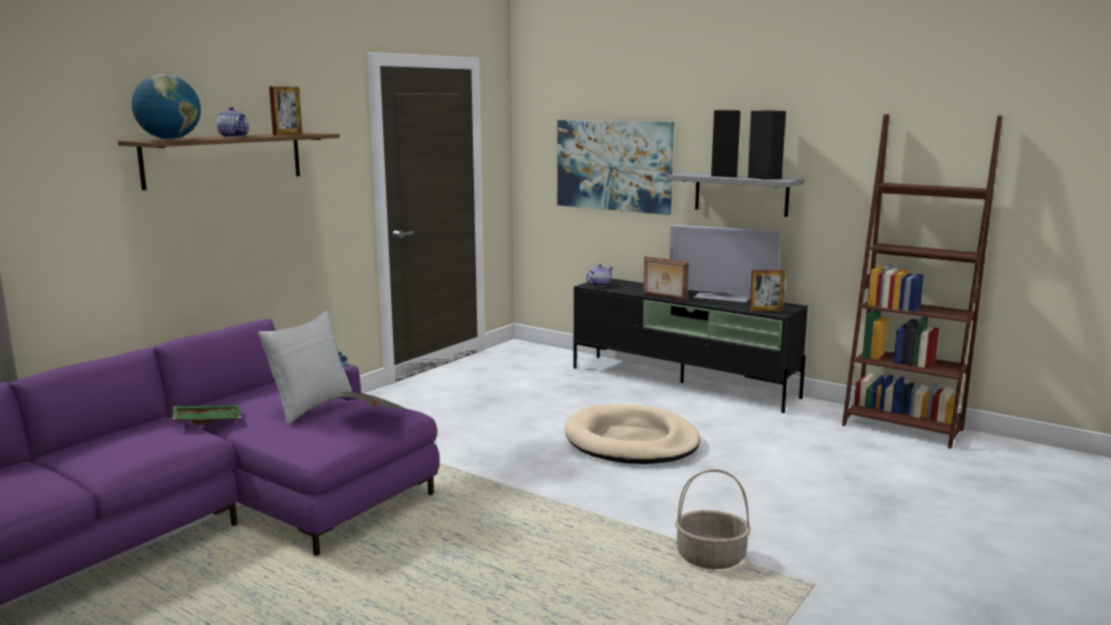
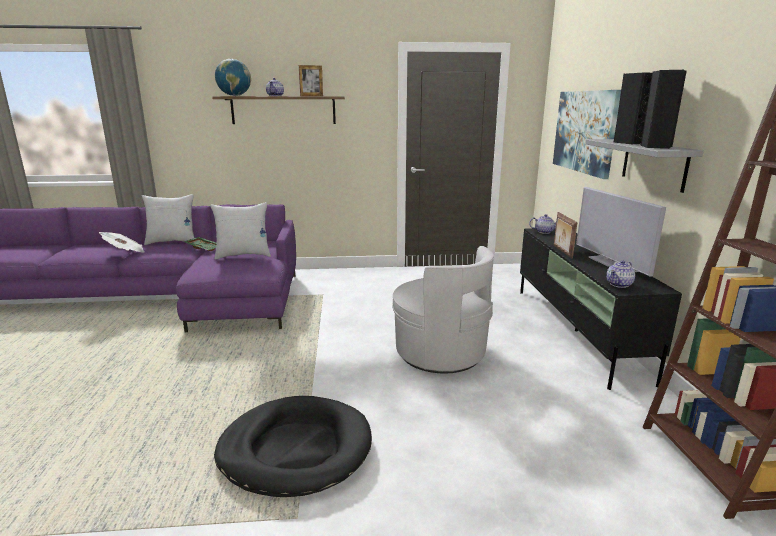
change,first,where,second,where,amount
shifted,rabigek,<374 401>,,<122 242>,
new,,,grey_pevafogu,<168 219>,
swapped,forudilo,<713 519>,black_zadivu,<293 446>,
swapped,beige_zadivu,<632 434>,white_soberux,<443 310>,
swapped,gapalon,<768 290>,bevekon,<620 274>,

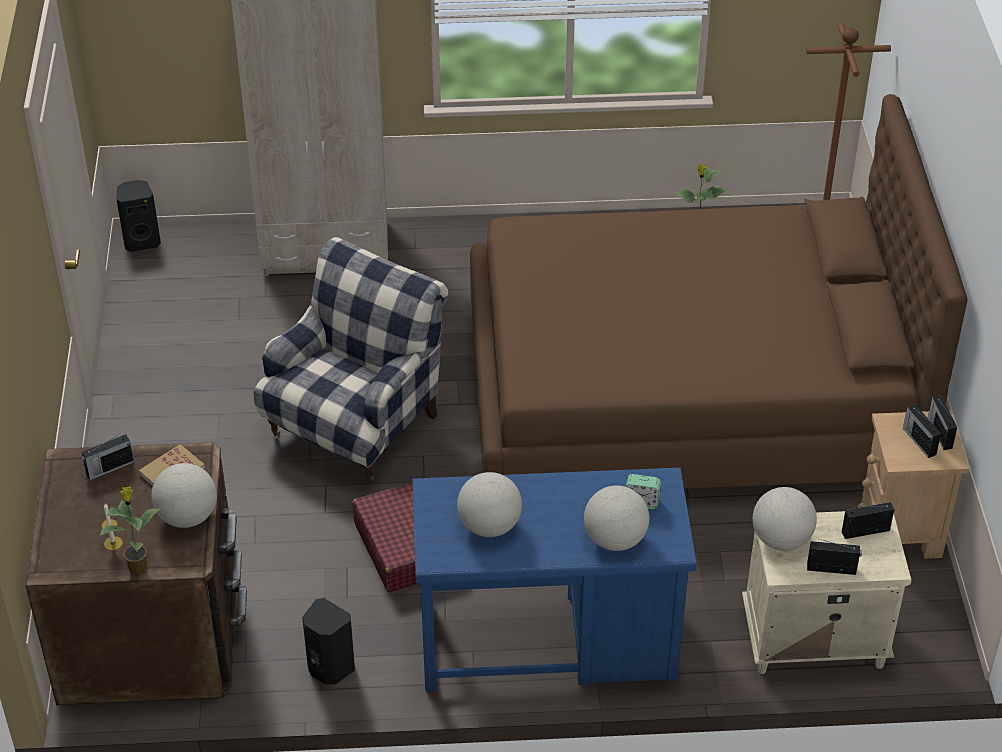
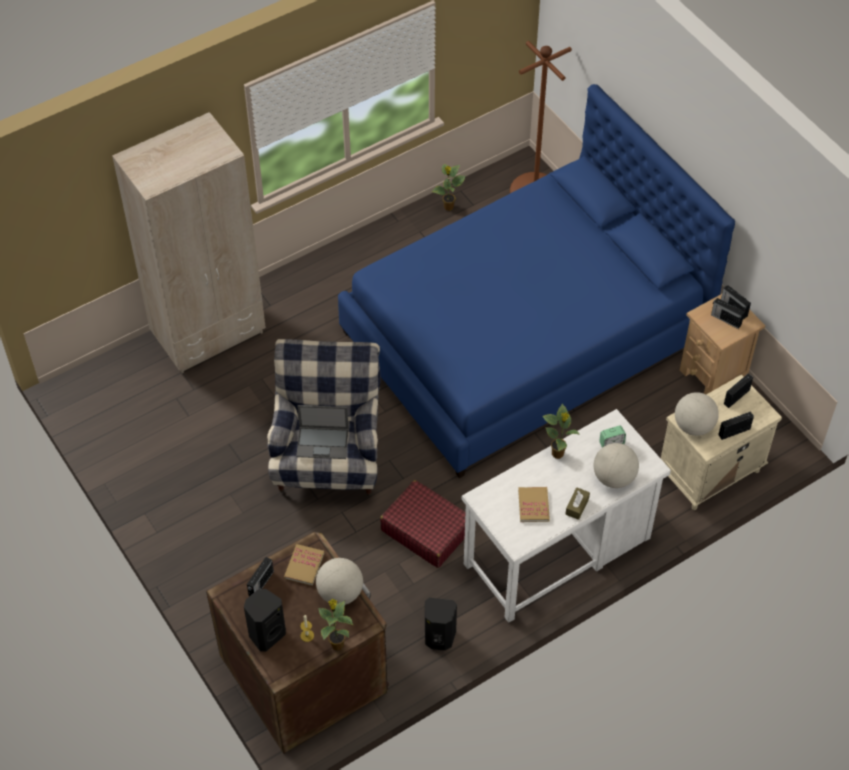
change,first,where,second,where,amount
shifted,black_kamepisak,<139 216>,,<265 620>,
new,,,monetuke,<322 432>,
repainted,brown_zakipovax,<719 291>,blue_zakipovax,<536 281>,
repainted,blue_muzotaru,<554 579>,white_muzotaru,<566 516>,
swapped,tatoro,<489 504>,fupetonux,<534 504>,
new,,,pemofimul,<560 431>,
new,,,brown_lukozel,<577 503>,

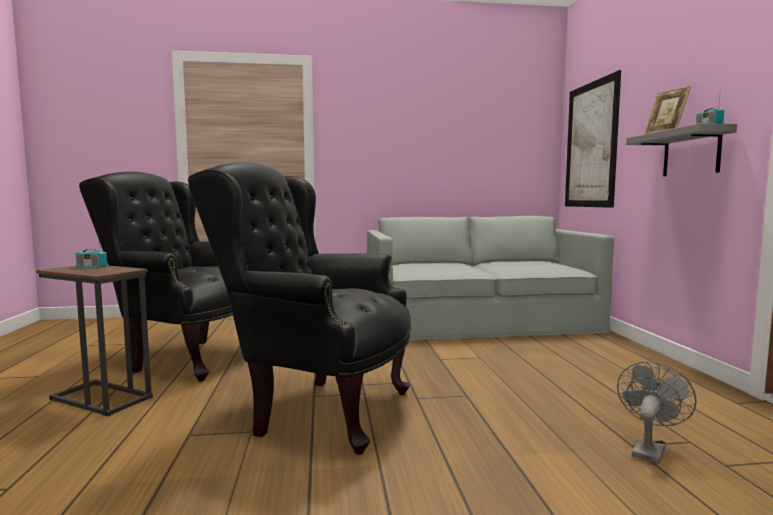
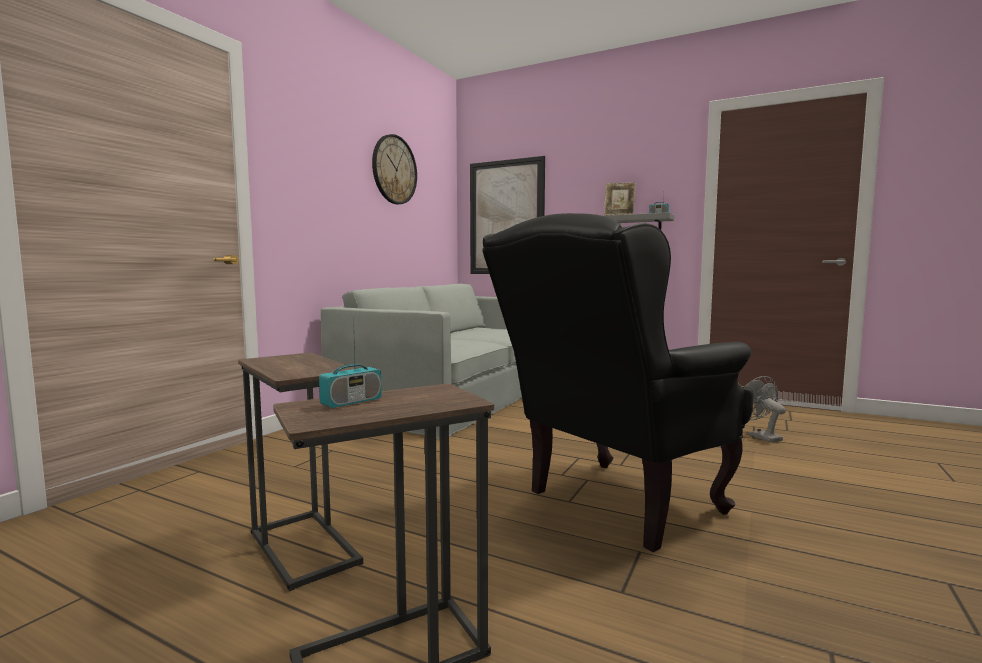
change,first,where,second,where,amount
swapped,black_soberux,<156 277>,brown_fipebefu,<300 472>,
new,,,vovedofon,<394 169>,

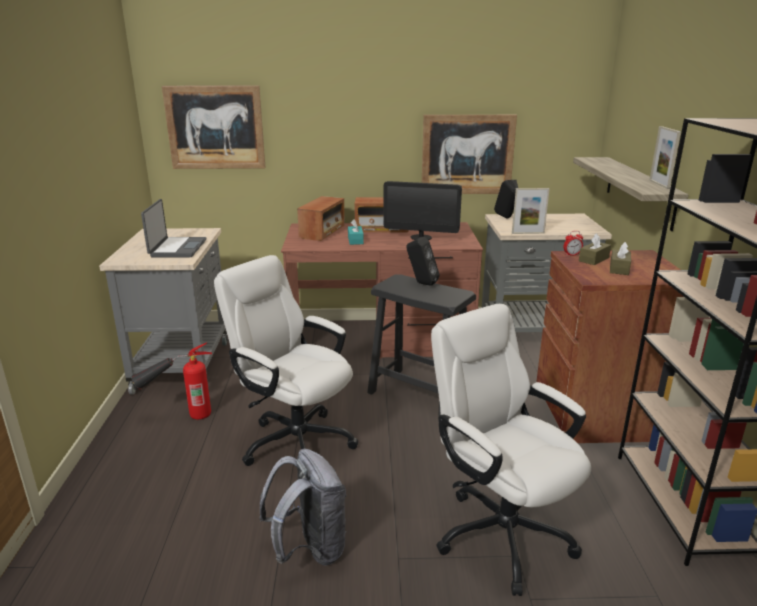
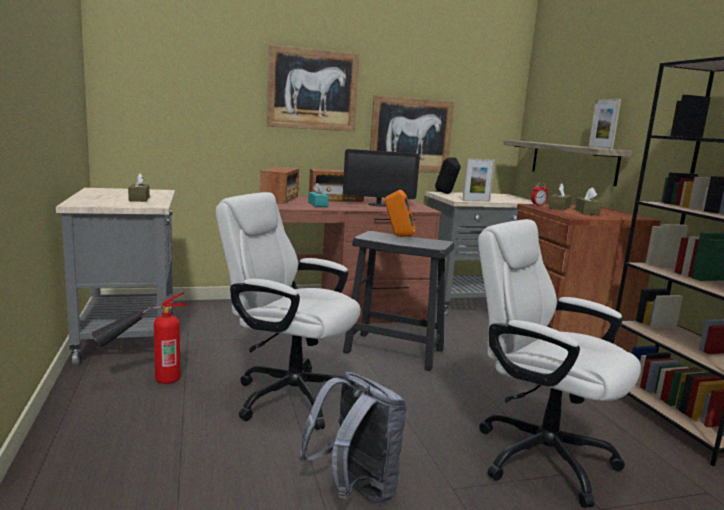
change,first,where,second,where,amount
swapped,monetuke,<173 228>,brown_lukozel,<139 187>,
shifted,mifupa,<214 127>,,<313 88>,
repainted,black_kamepisak,<422 261>,orange_kamepisak,<400 213>,

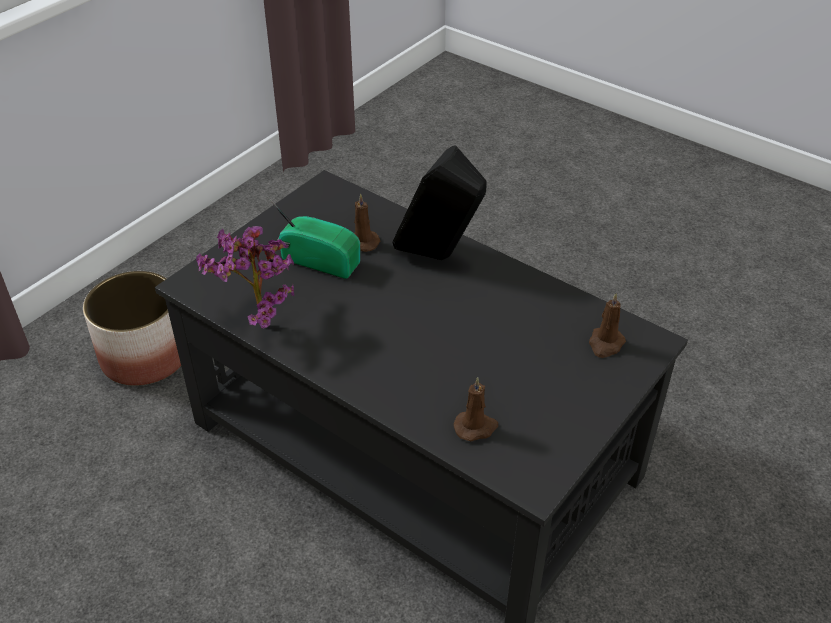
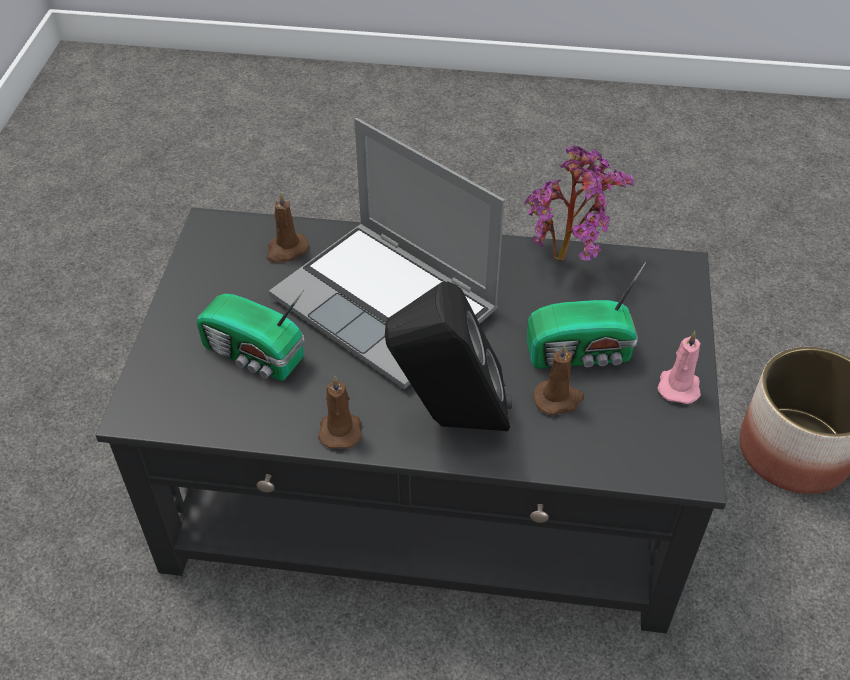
change,first,where,second,where,amount
new,,,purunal,<251 335>,
new,,,monetuke,<387 253>,
shifted,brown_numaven,<607 325>,,<340 412>,
new,,,pink_numaven,<679 367>,

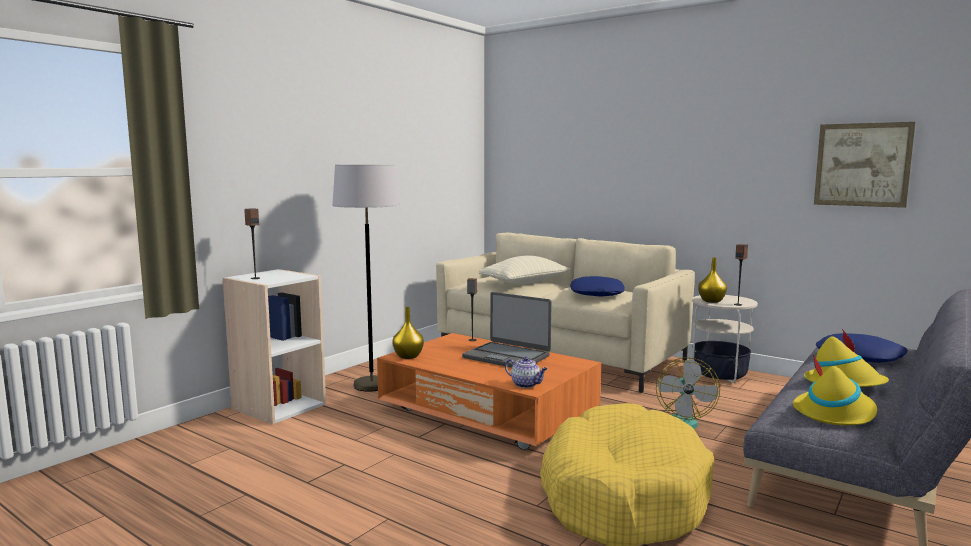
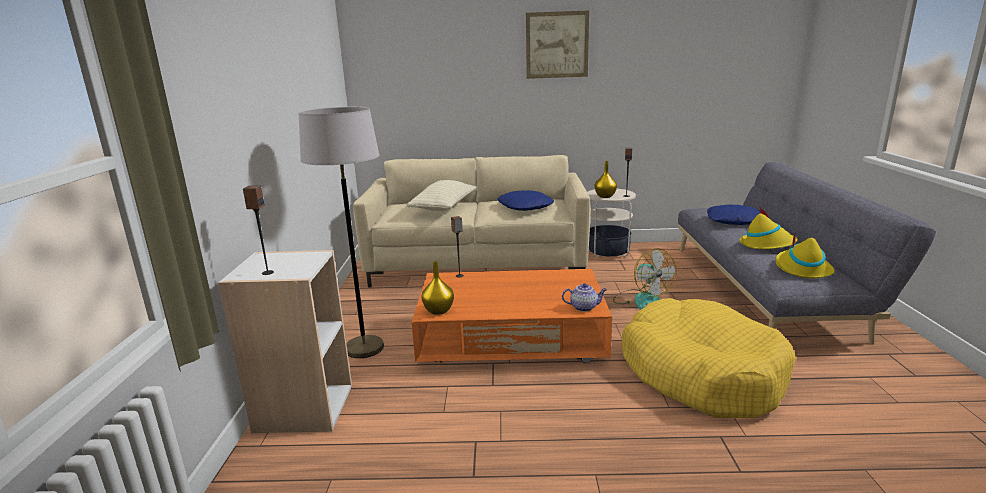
change,first,where,second,where,amount
shifted,mifupa,<865 165>,,<557 44>,
gone,monetuke,<507 330>,,,

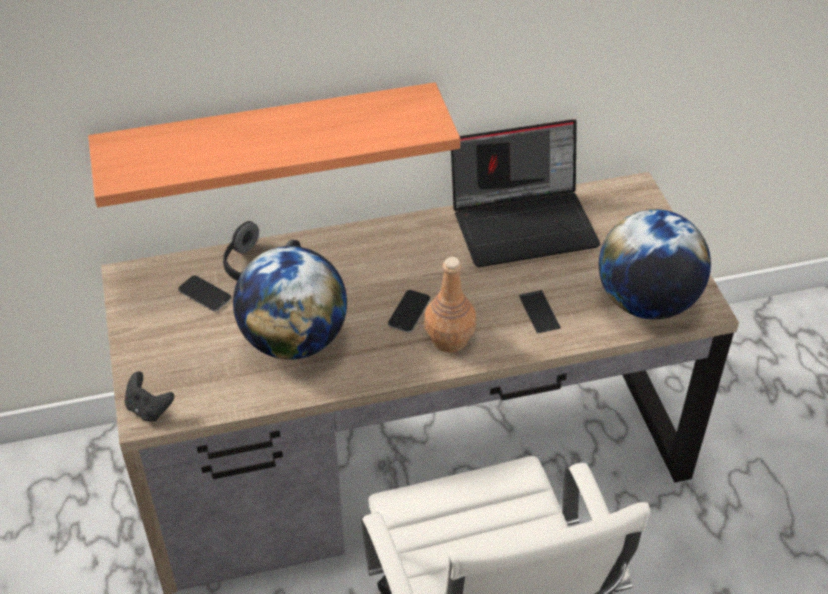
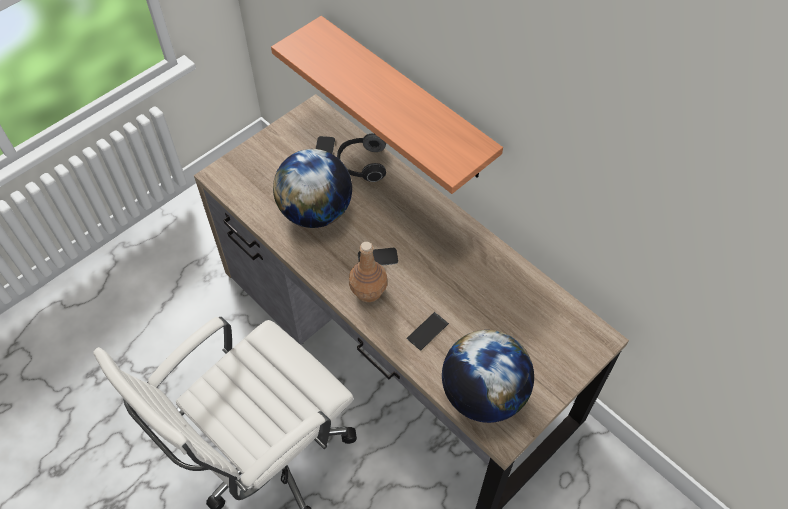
change,first,where,second,where,amount
gone,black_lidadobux,<149 397>,,,
gone,monetuke,<525 193>,,,

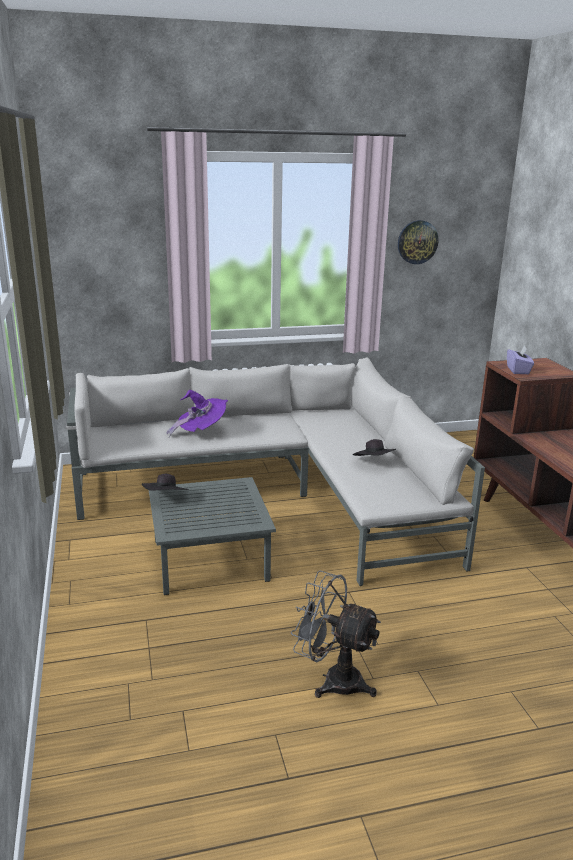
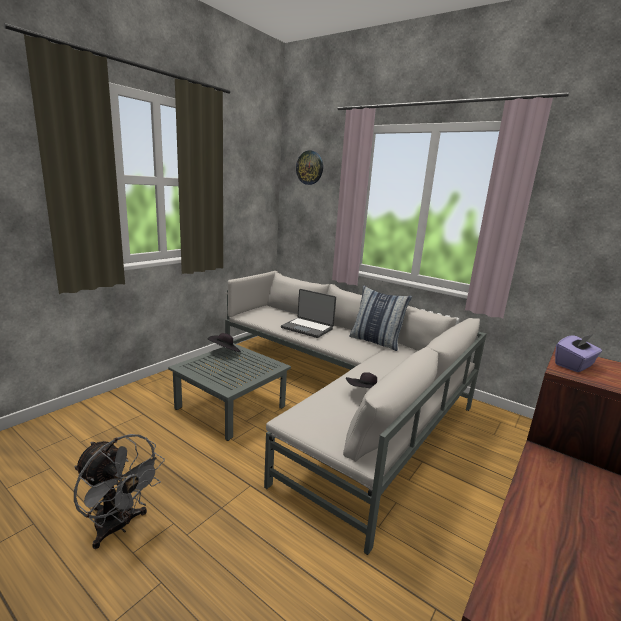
change,first,where,second,where,amount
rotated,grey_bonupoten,<336 634>,,<119 491>,135 degrees clockwise
swapped,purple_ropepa,<197 413>,monetuke,<308 313>,
shifted,vovedofon,<418 242>,,<309 168>,
new,,,pevafogu,<380 318>,

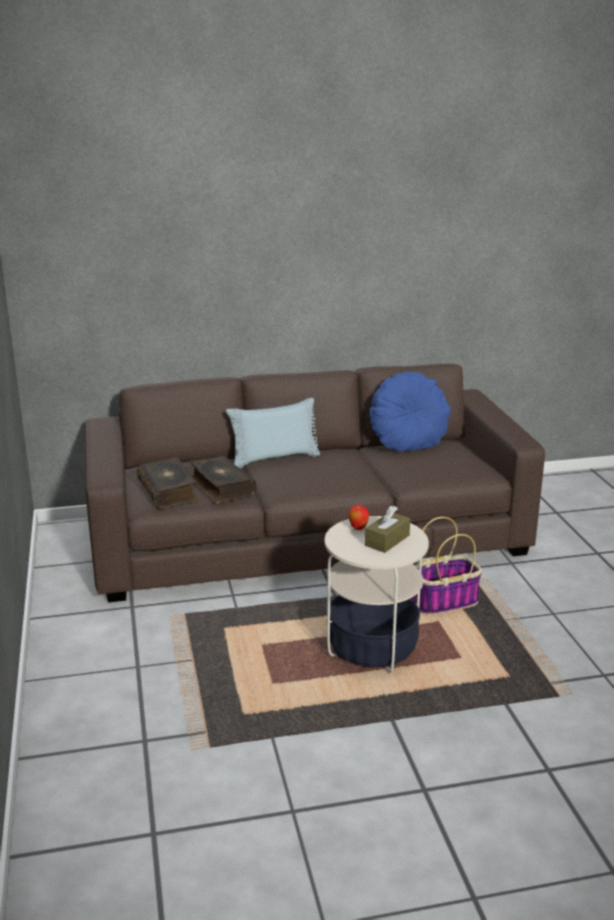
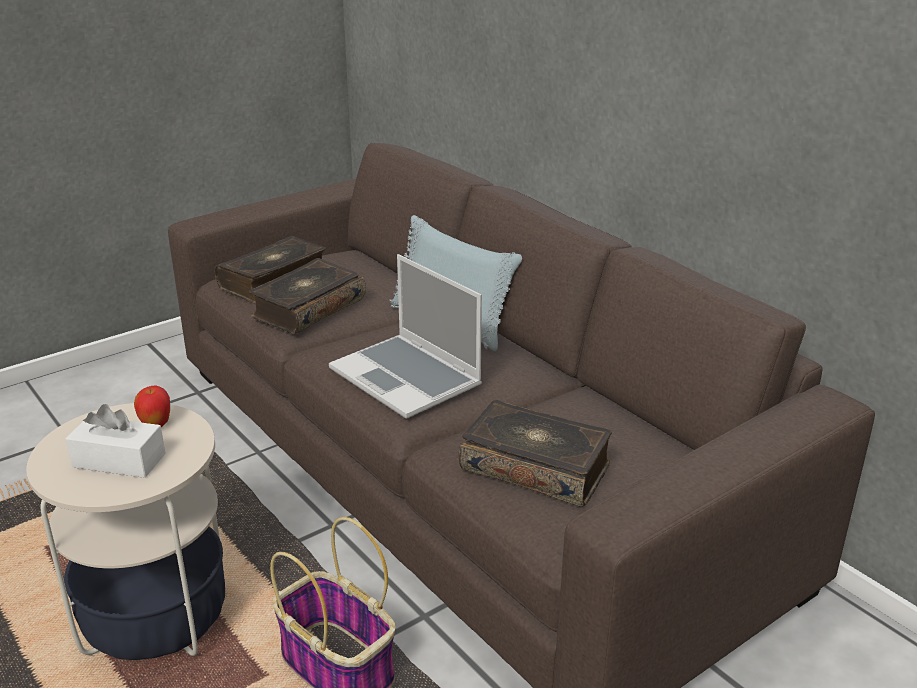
change,first,where,second,where,amount
repainted,brown_lukozel,<387 529>,white_lukozel,<116 441>,
new,,,monetuke,<405 336>,
new,,,fupetonux,<535 453>,
gone,blue_pevafogu,<410 412>,,,

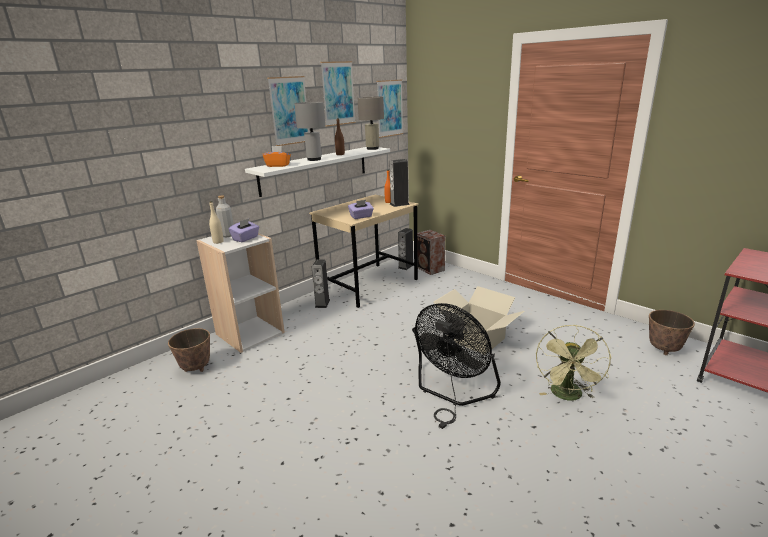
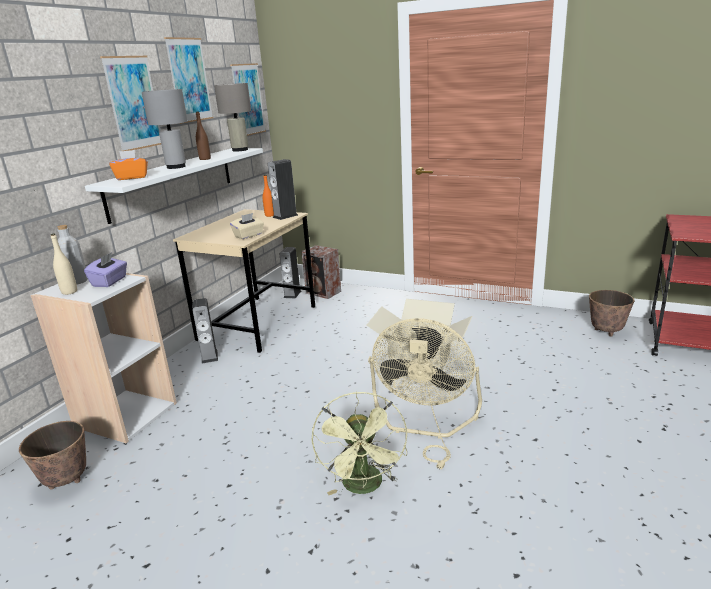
change,first,where,second,where,amount
repainted,purple_lukozel,<361 209>,beige_lukozel,<247 226>,
shifted,green_bonupoten,<574 363>,,<359 443>,
repainted,black_bonupoten,<456 366>,beige_bonupoten,<425 393>,

